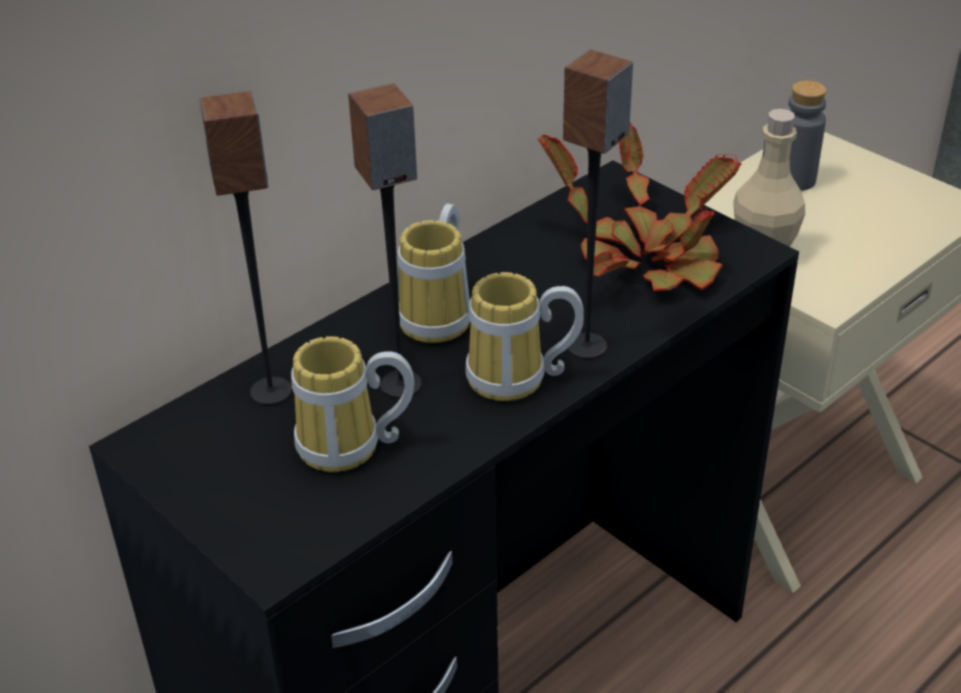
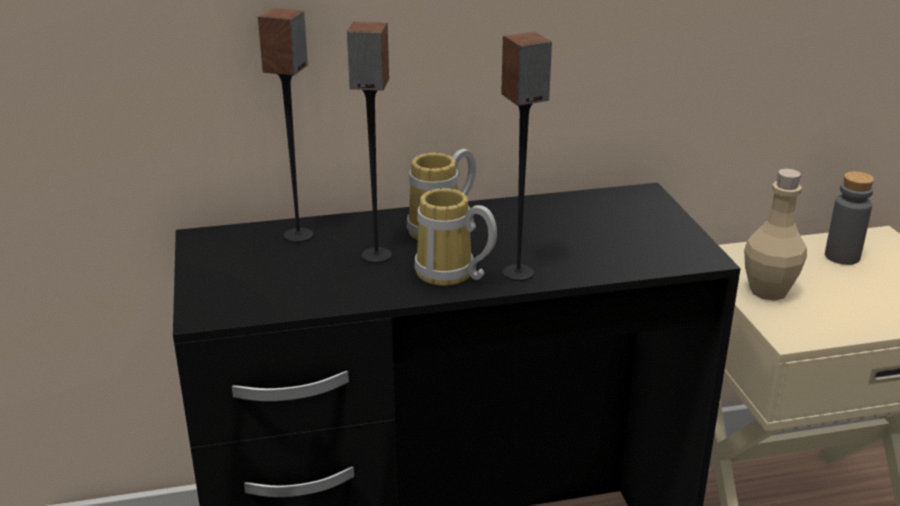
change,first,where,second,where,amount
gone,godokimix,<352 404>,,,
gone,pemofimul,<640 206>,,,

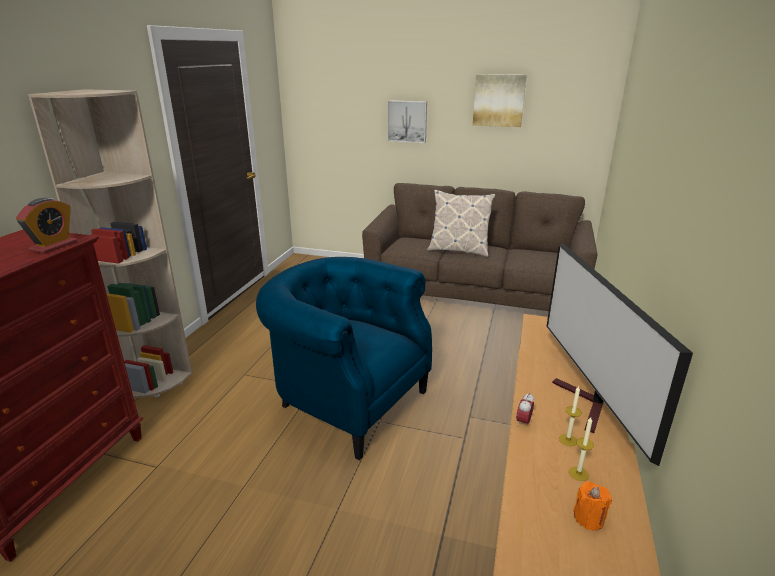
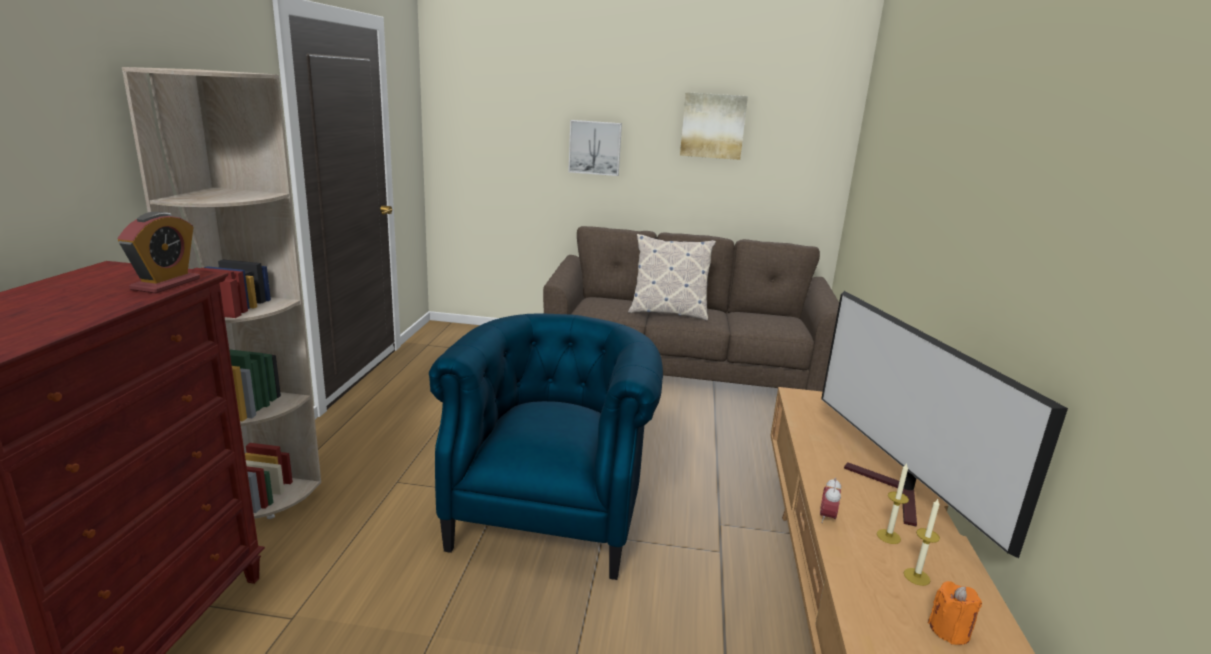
change,first,where,second,where,amount
rotated,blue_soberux,<344 358>,,<546 447>,75 degrees clockwise

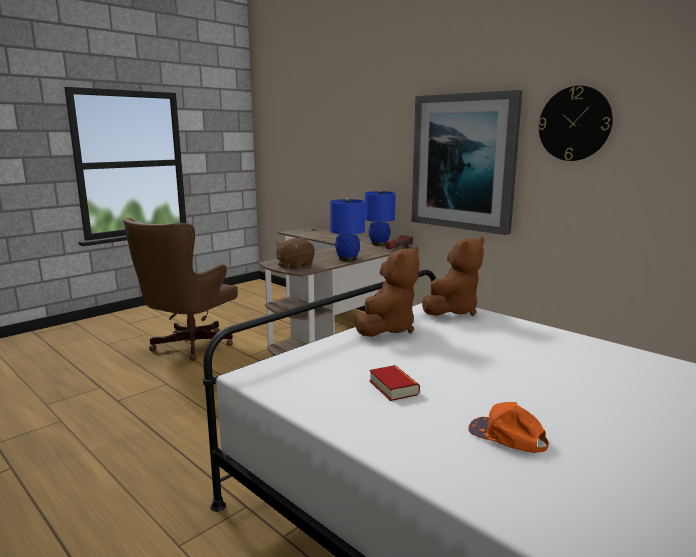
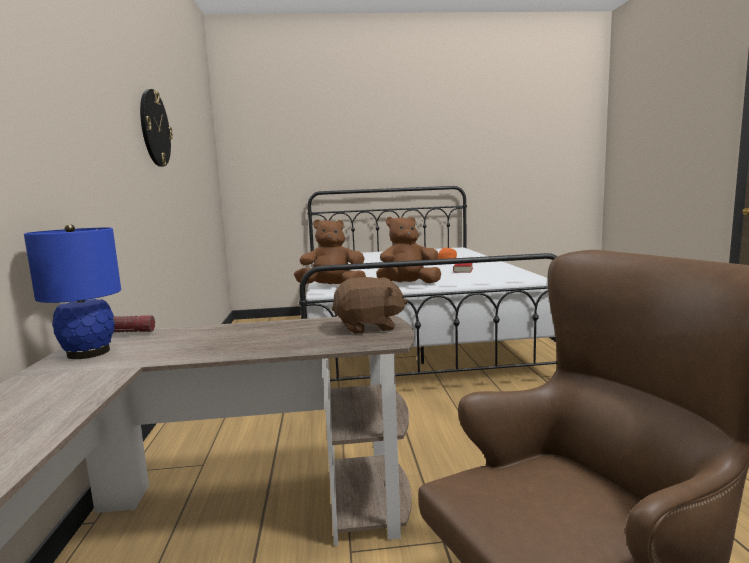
change,first,where,second,where,amount
gone,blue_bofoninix,<347 229>,,,
gone,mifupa,<467 162>,,,

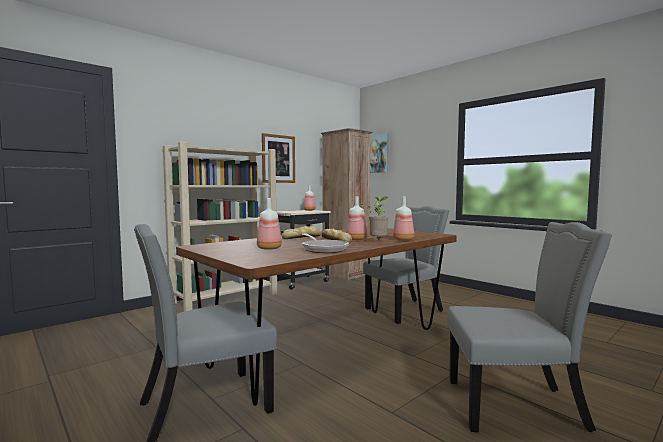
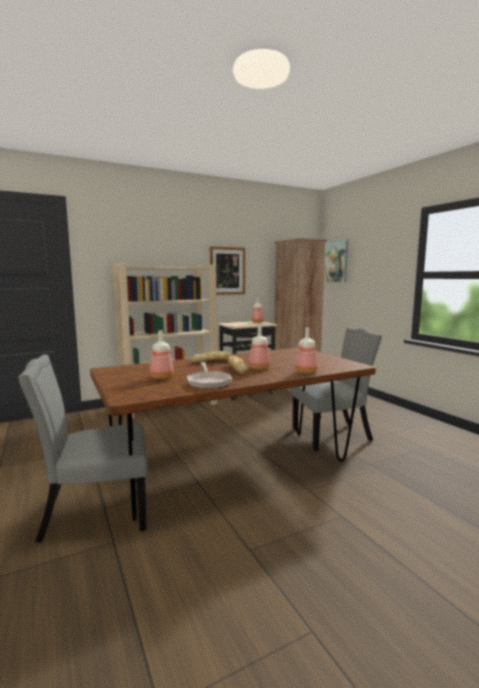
change,first,where,second,where,amount
gone,pemofimul,<378 217>,,,
gone,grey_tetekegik,<529 327>,,,

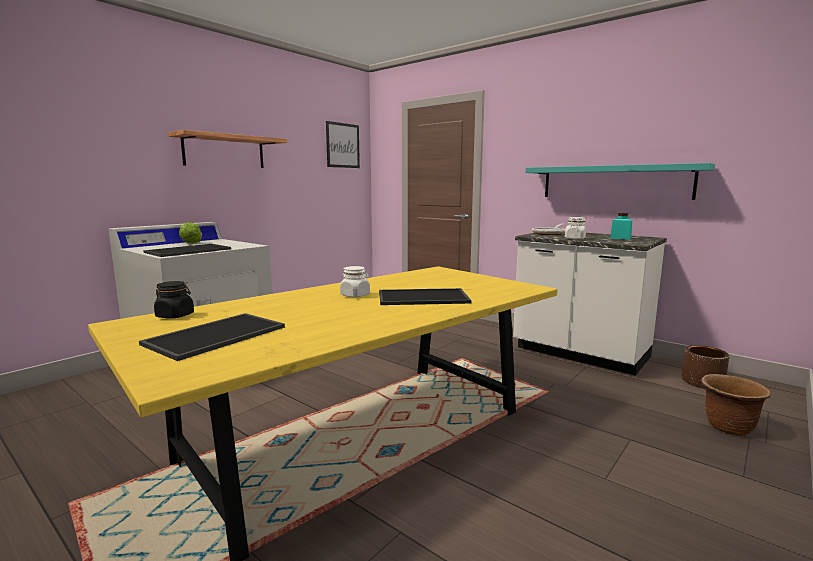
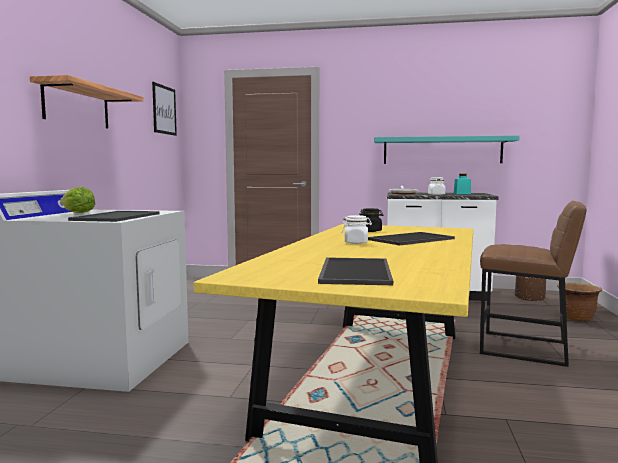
change,first,where,second,where,amount
shifted,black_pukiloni,<174 300>,,<371 220>,
new,,,brown_tetekegik,<533 284>,

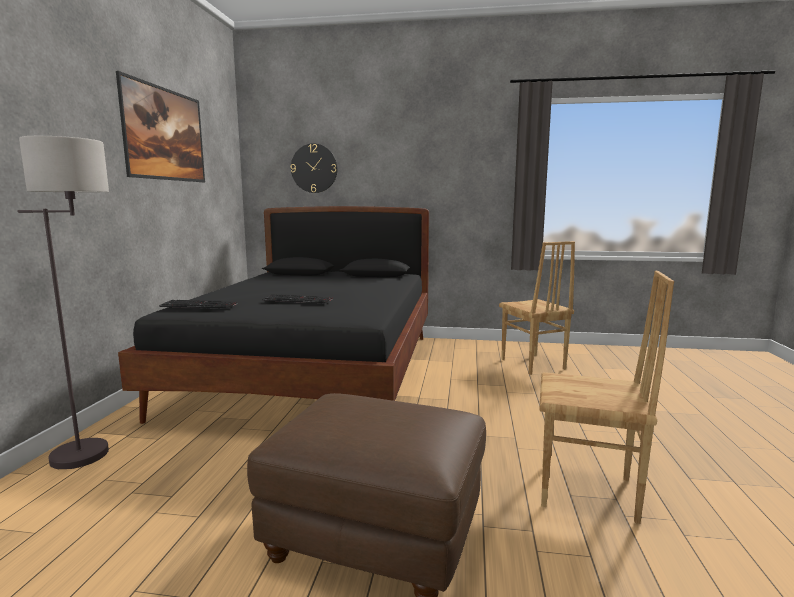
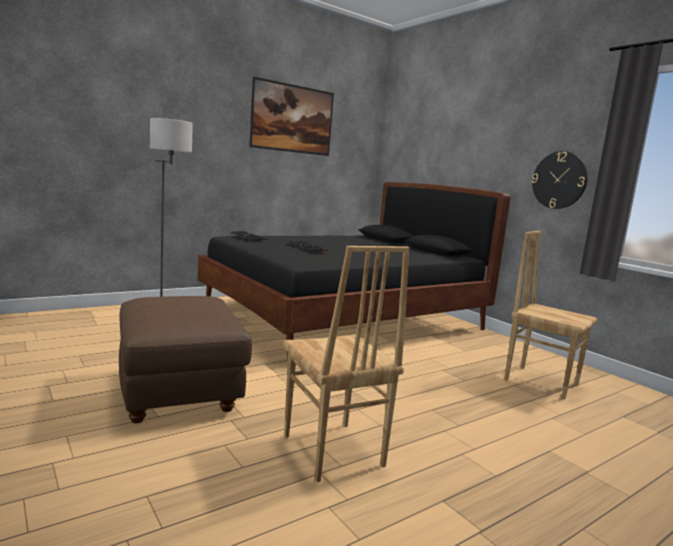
change,first,where,second,where,amount
rotated,brown_tetekegik,<537 308>,,<550 315>,105 degrees clockwise
shifted,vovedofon,<314 168>,,<560 180>,

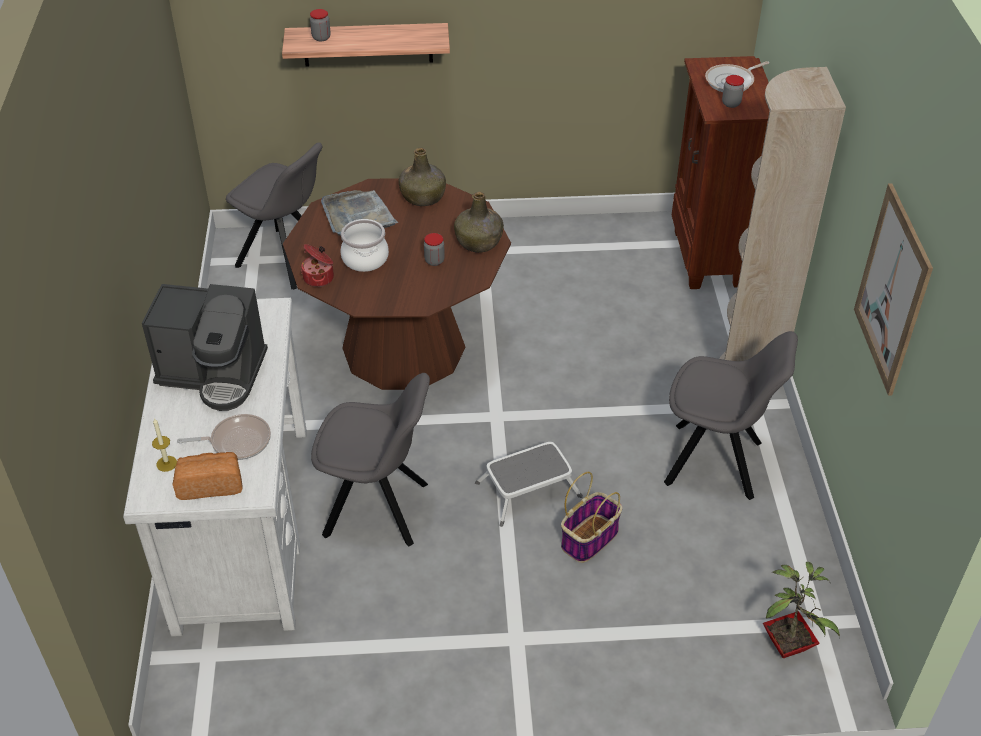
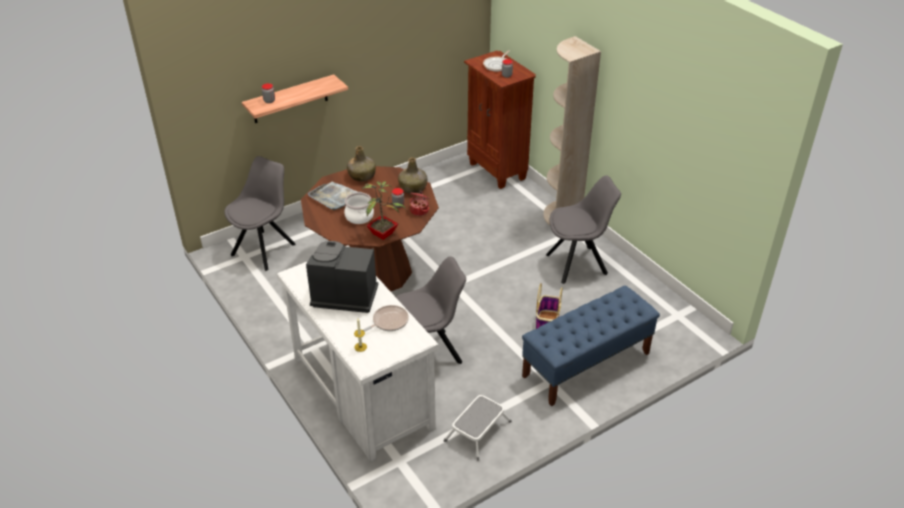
change,first,where,second,where,amount
rotated,grey_tetekegik,<274 215>,,<260 213>,60 degrees counterclockwise
rotated,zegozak,<205 347>,,<342 277>,150 degrees counterclockwise
shifted,pemofimul,<801 610>,,<384 210>,
shifted,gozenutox,<317 265>,,<420 203>,
shifted,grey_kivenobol,<529 484>,,<477 428>,
new,,,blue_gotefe,<591 345>,
gone,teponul,<207 476>,,,
gone,mifupa,<893 289>,,,

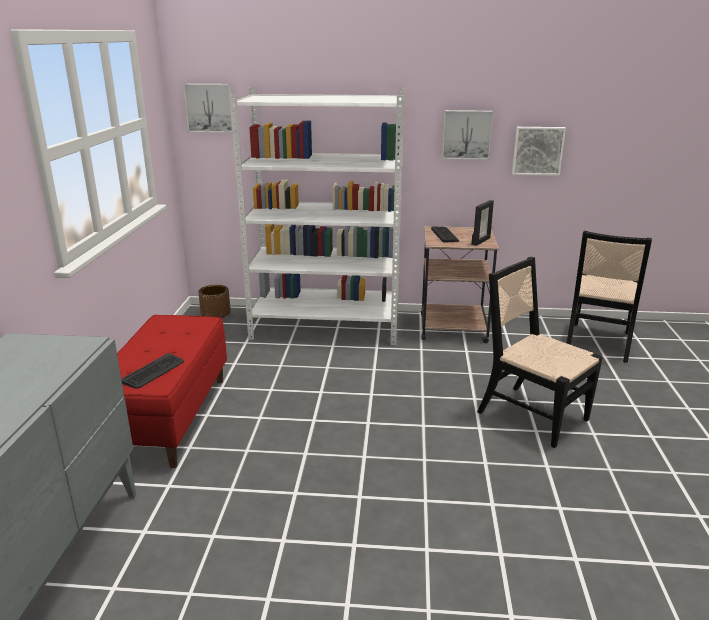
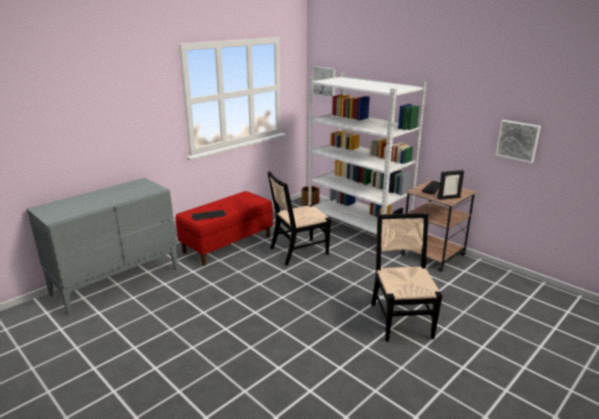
change,first,where,second,where,amount
shifted,tetekegik,<609 296>,,<299 218>,
gone,mifupa,<467 135>,,,

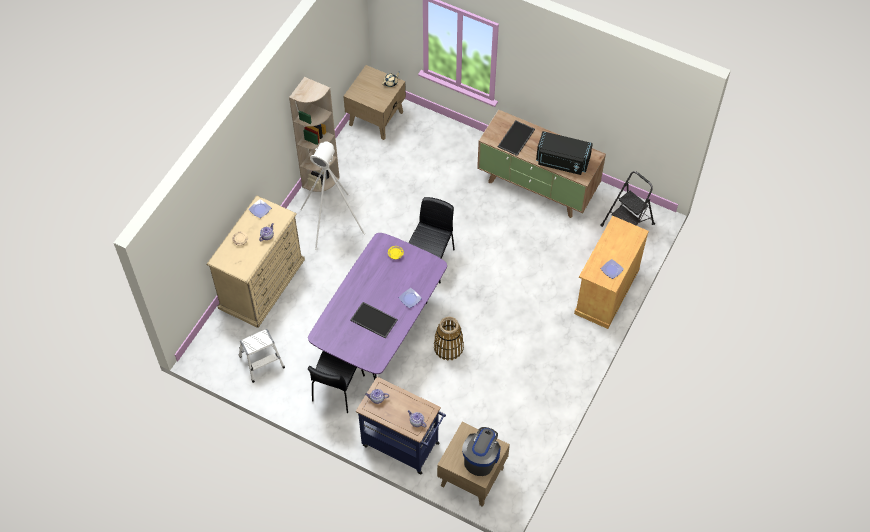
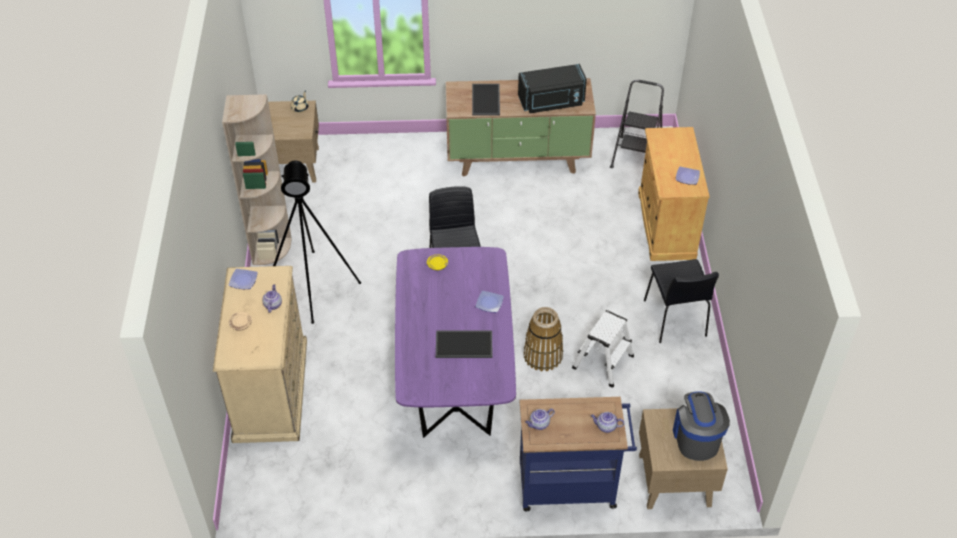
change,first,where,second,where,amount
repainted,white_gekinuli,<332 195>,black_gekinuli,<317 242>,
shifted,white_kivenobol,<262 355>,,<603 349>,
shifted,black_tetekegik,<336 382>,,<681 301>,

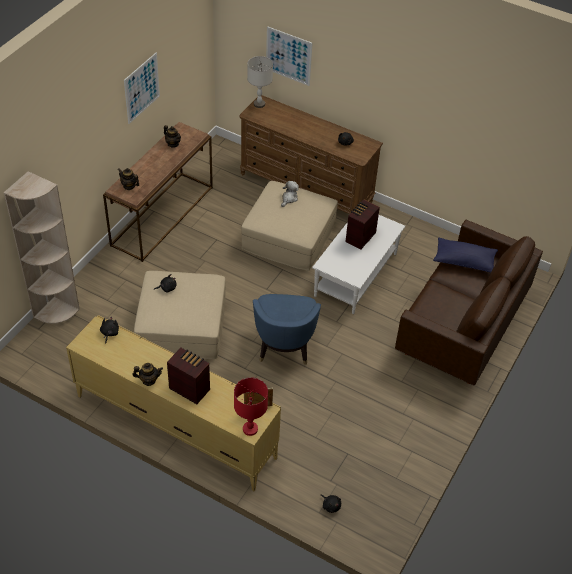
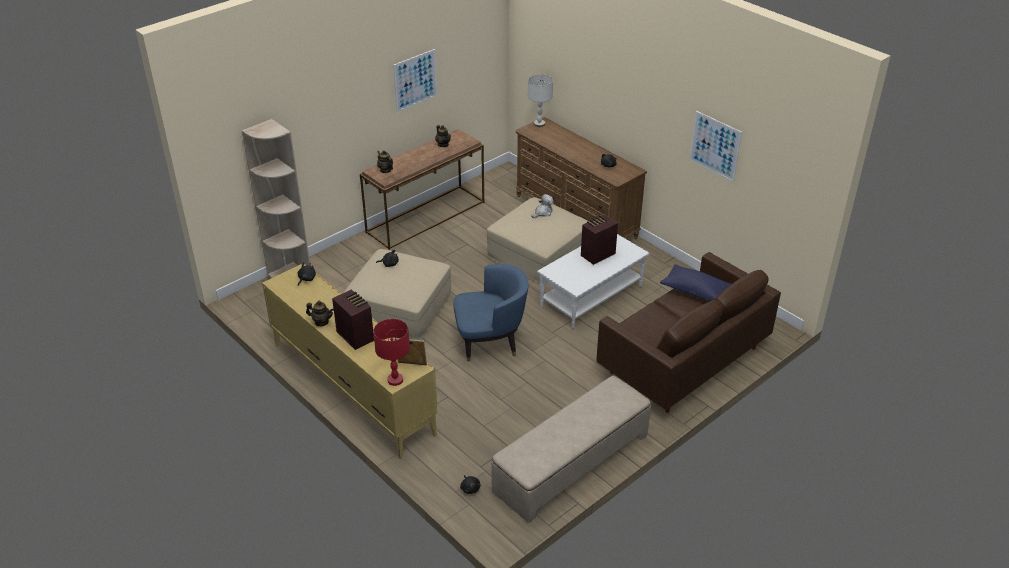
change,first,where,second,where,amount
rotated,blue_soberux,<287 329>,,<491 313>,120 degrees counterclockwise
new,,,beige_gotefe,<571 449>,
shifted,mifupa,<289 56>,,<716 146>,

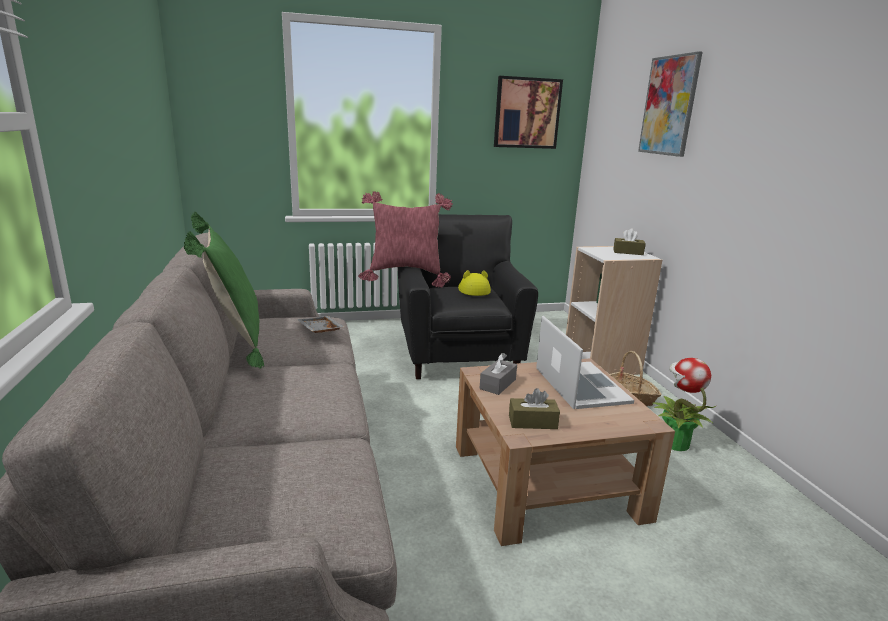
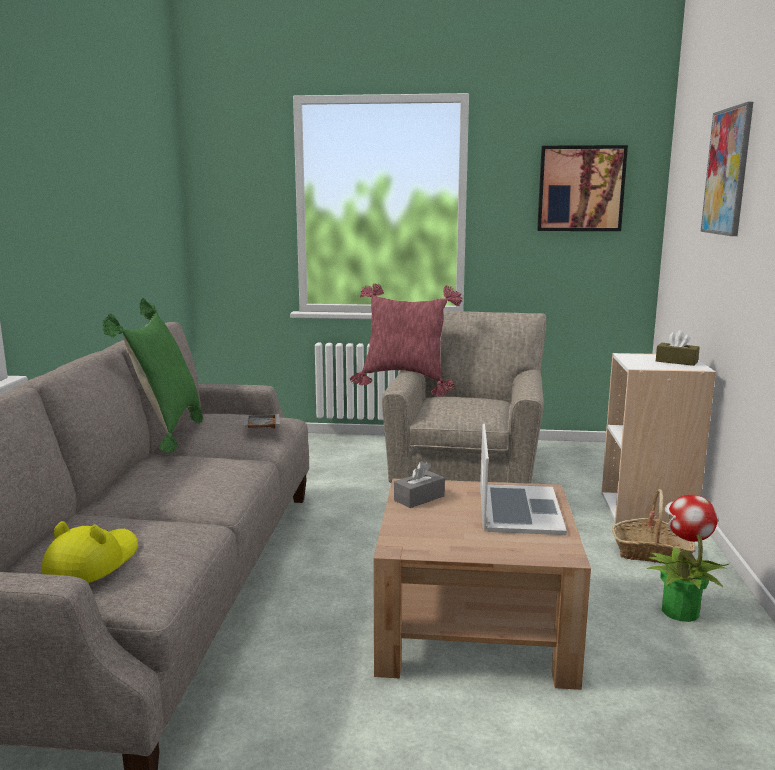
change,first,where,second,where,amount
shifted,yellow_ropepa,<474 283>,,<89 552>,
repainted,black_soberux,<467 296>,beige_soberux,<464 397>,
gone,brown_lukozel,<534 408>,,,

